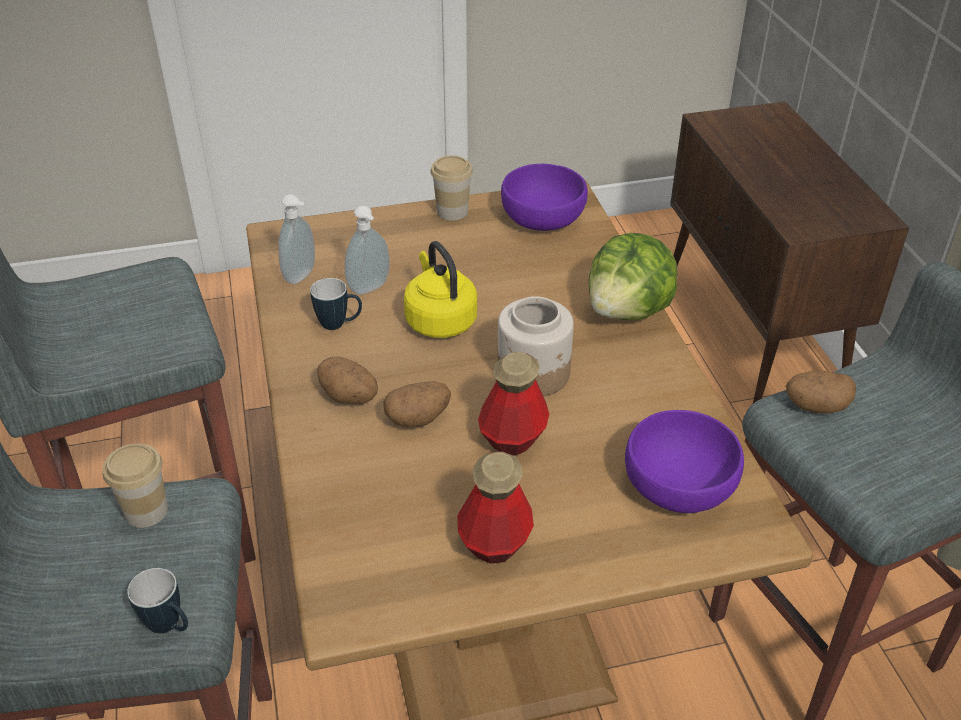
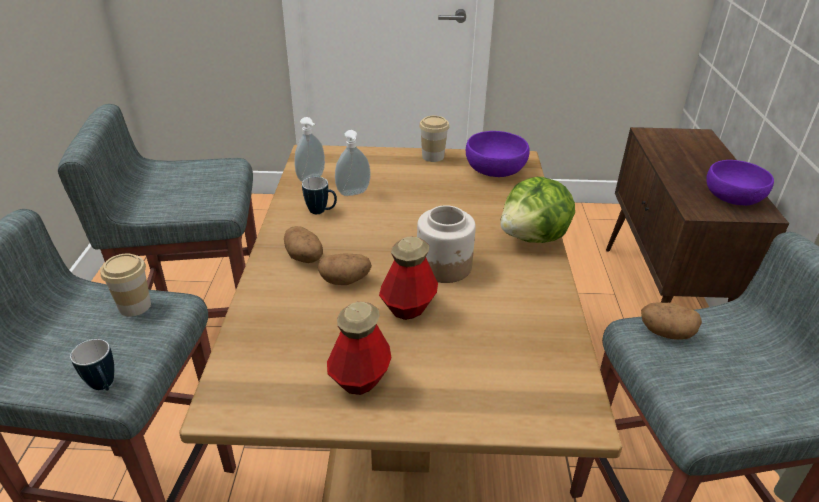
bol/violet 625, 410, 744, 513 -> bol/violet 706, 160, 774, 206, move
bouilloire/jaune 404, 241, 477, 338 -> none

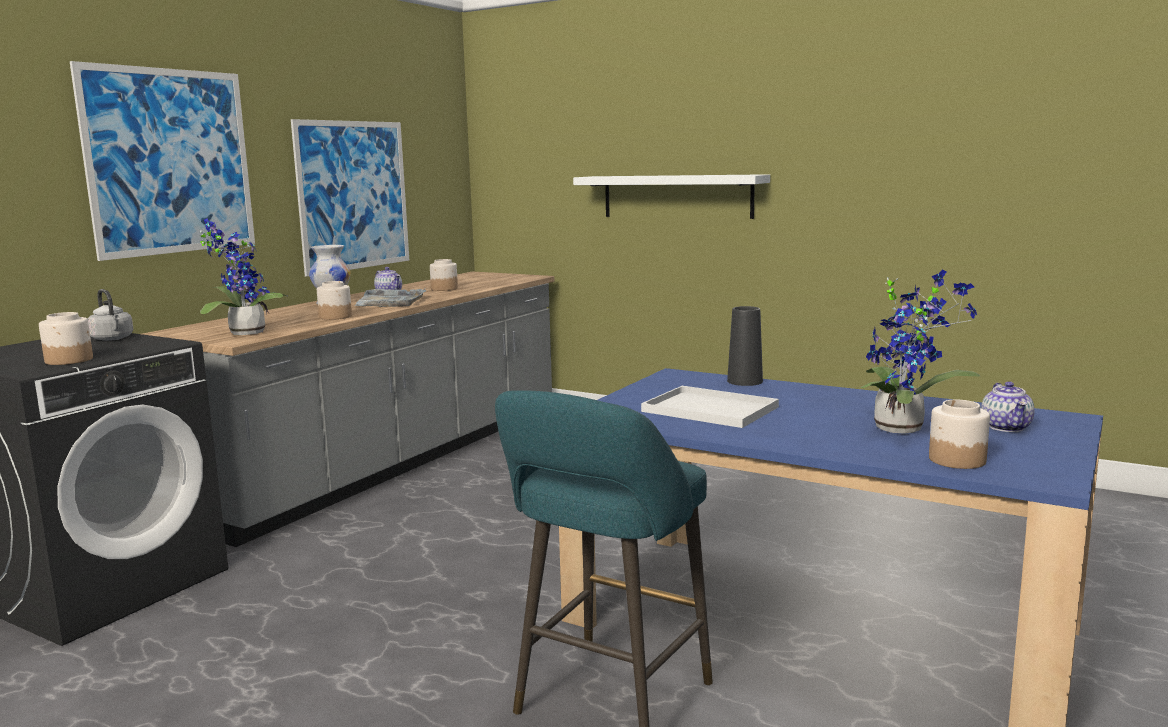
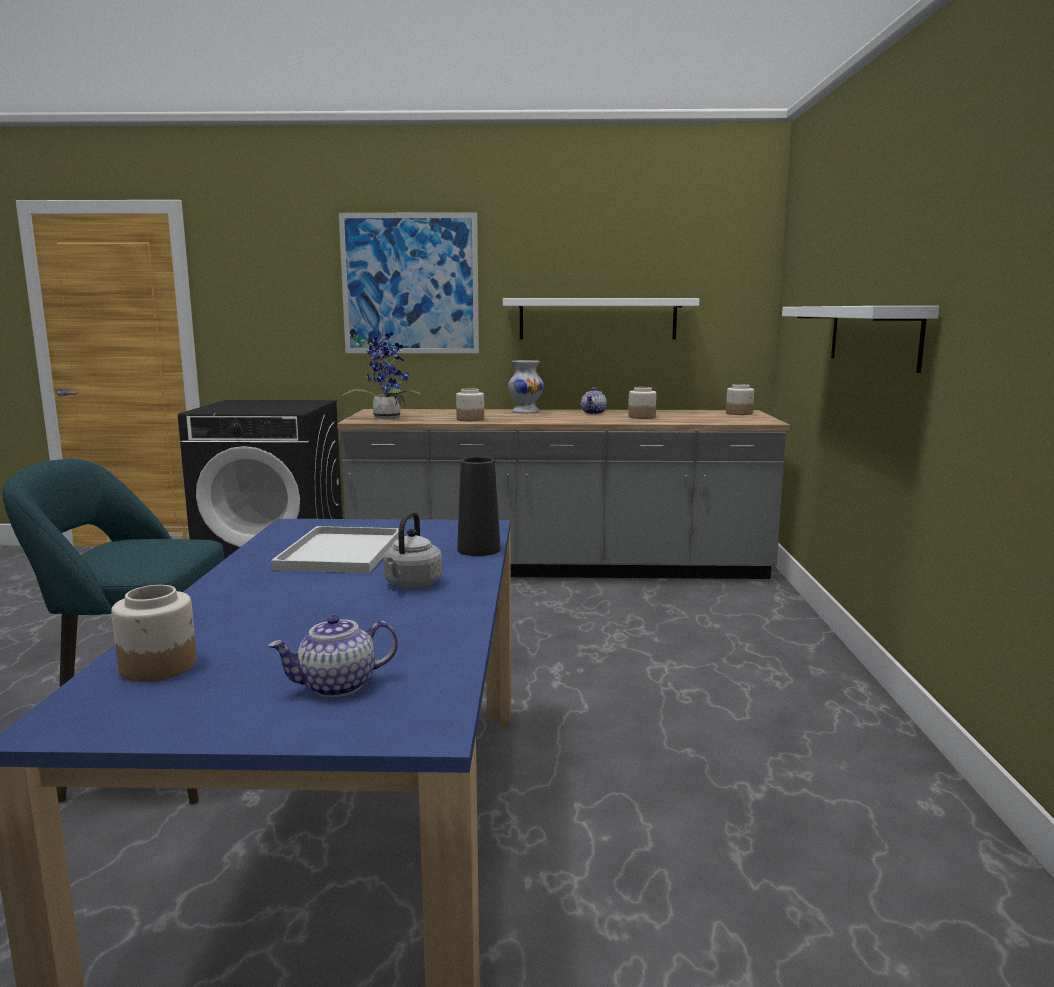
bouilloire/gris 88, 289, 133, 341 -> bouilloire/gris 383, 512, 443, 588, move
tableau 291, 119, 409, 277 -> étagère/blanc 503, 298, 699, 340
bocal 39, 312, 93, 365 -> bocal 726, 384, 754, 415, move
plateau/gris 354, 288, 427, 307 -> none
plante en pot 861, 270, 980, 434 -> none

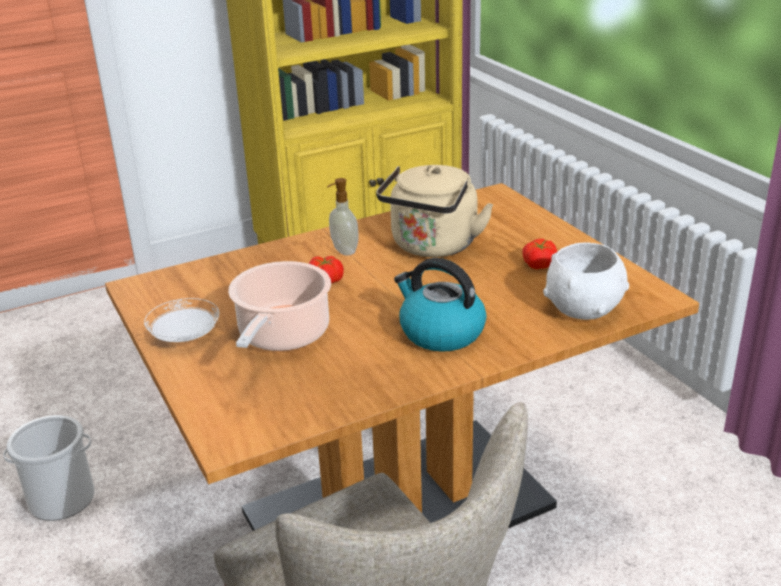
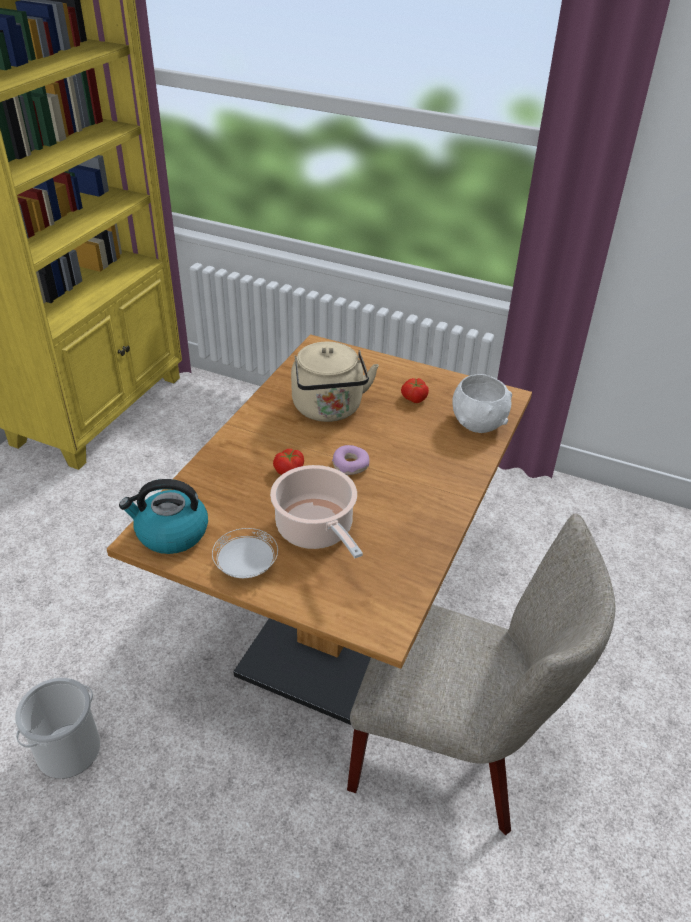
bouilloire 394, 258, 487, 352 -> bouilloire 119, 479, 208, 554, move
none -> beignet 332, 445, 370, 475
distributeur de savon 327, 178, 359, 256 -> none

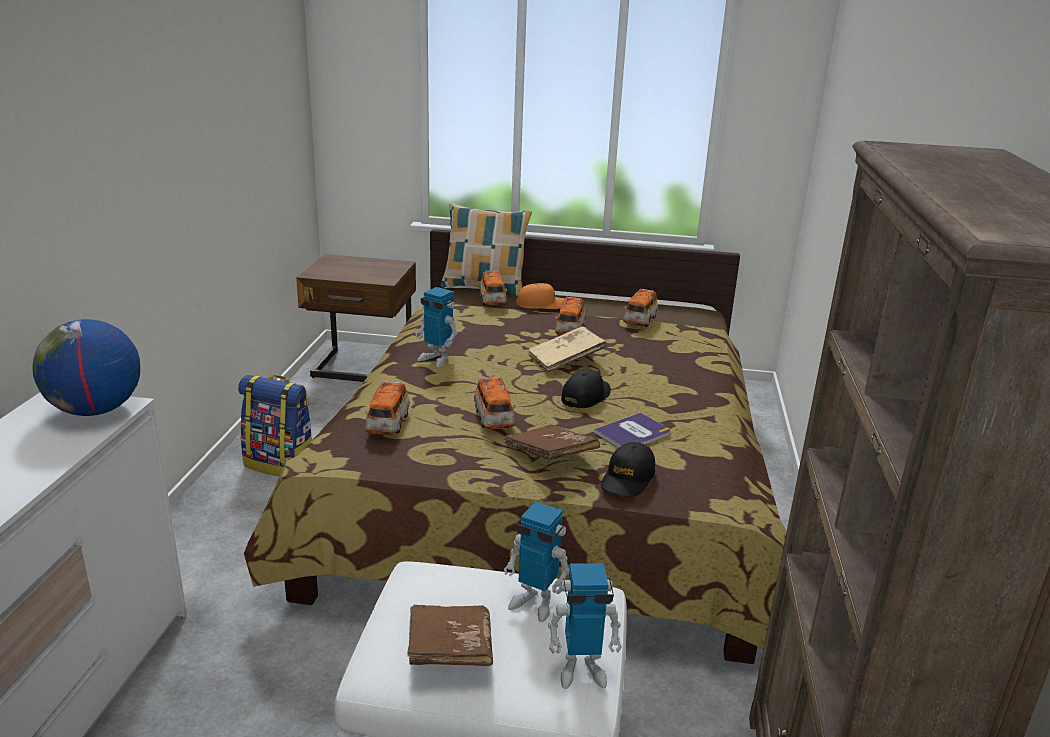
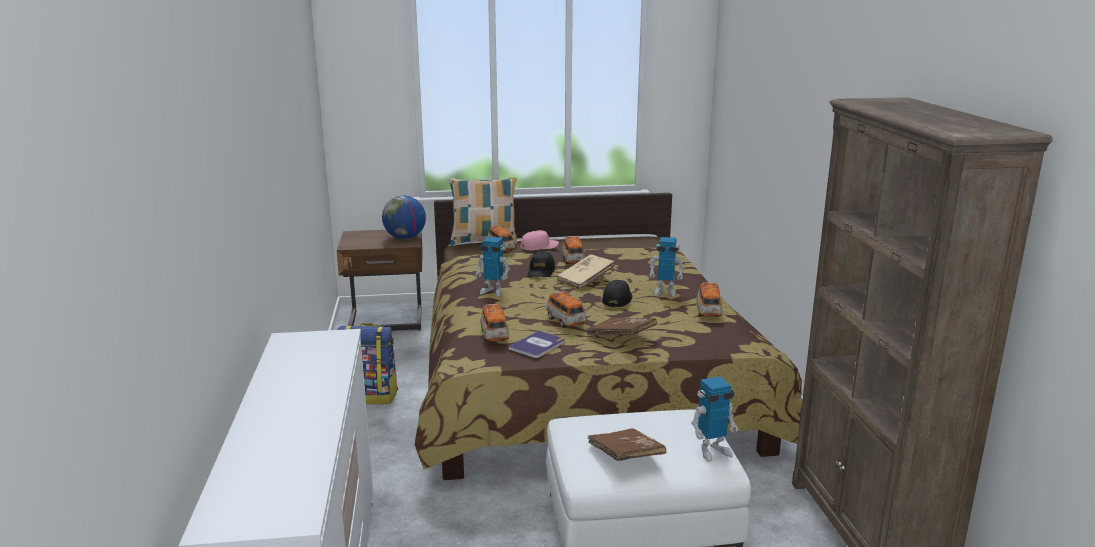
globe 32, 319, 140, 416 -> globe 382, 196, 426, 239, move
livre 594, 413, 670, 448 -> livre 509, 331, 565, 358, move
casquette/orange 516, 283, 565, 309 -> casquette/rose 520, 230, 559, 250
casquette/noir 601, 442, 655, 497 -> casquette/noir 528, 251, 555, 277, move
robot jouet 504, 501, 570, 622 -> robot jouet 649, 237, 684, 297, move
petite voiture 623, 288, 658, 327 -> petite voiture 697, 282, 723, 317, move

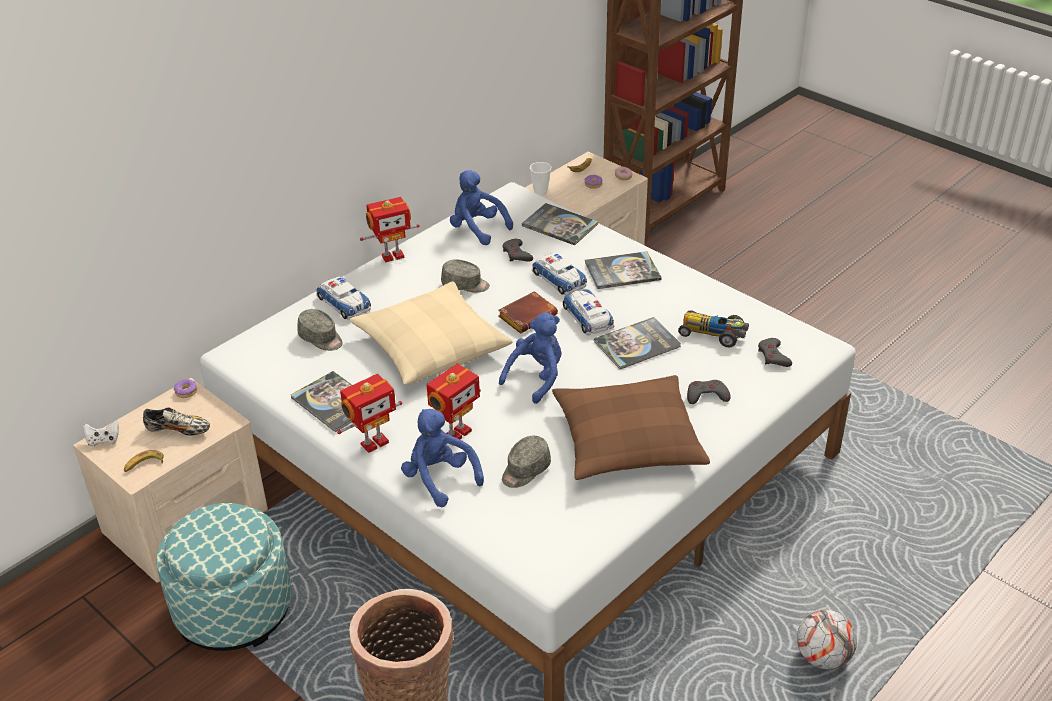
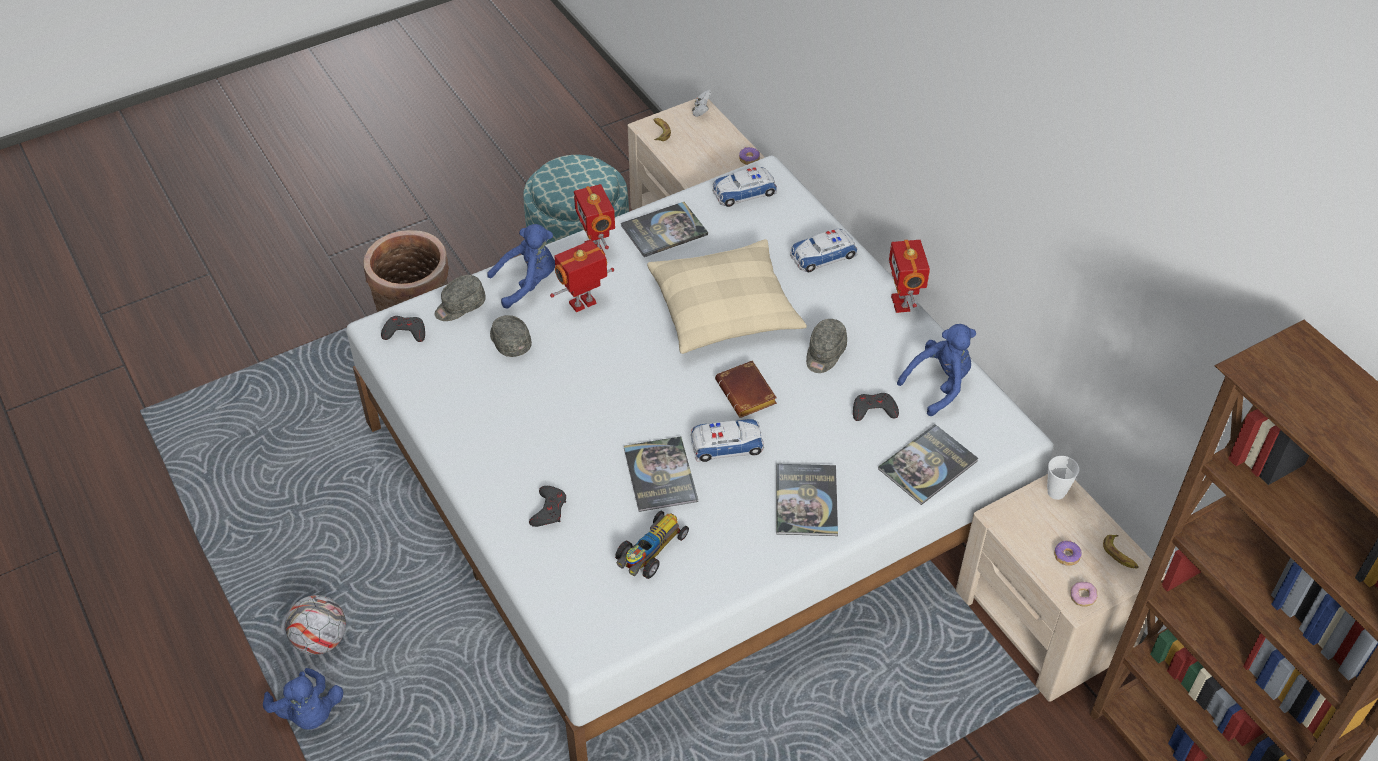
peluche/bleu 499, 312, 562, 404 -> peluche/bleu 263, 668, 343, 730, move
manette/gris 758, 338, 792, 367 -> manette/gris 381, 316, 425, 342, move
casquette/gris 297, 309, 343, 351 -> casquette/gris 435, 275, 486, 321, move
robot jouet 427, 364, 481, 439 -> robot jouet 550, 240, 614, 312, 90 degrees clockwise
petite voiture 532, 253, 587, 295 -> petite voiture 712, 167, 777, 207, move
chaussure 143, 408, 210, 436 -> none
coussin/marron 552, 375, 710, 480 -> none

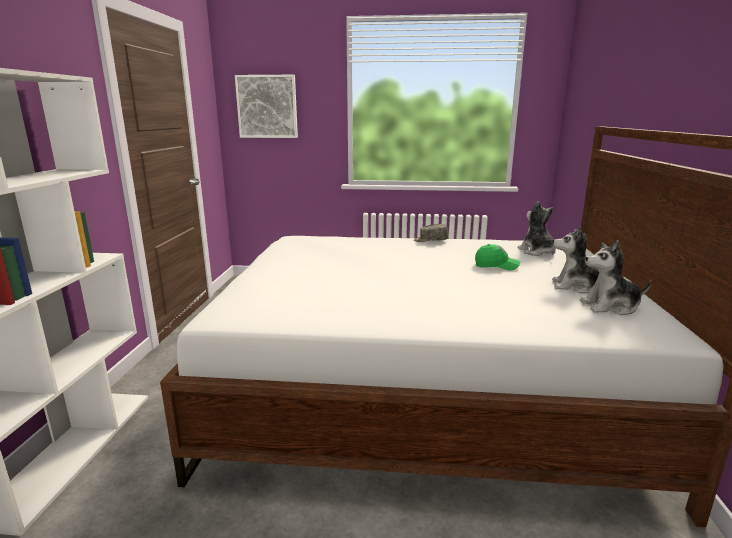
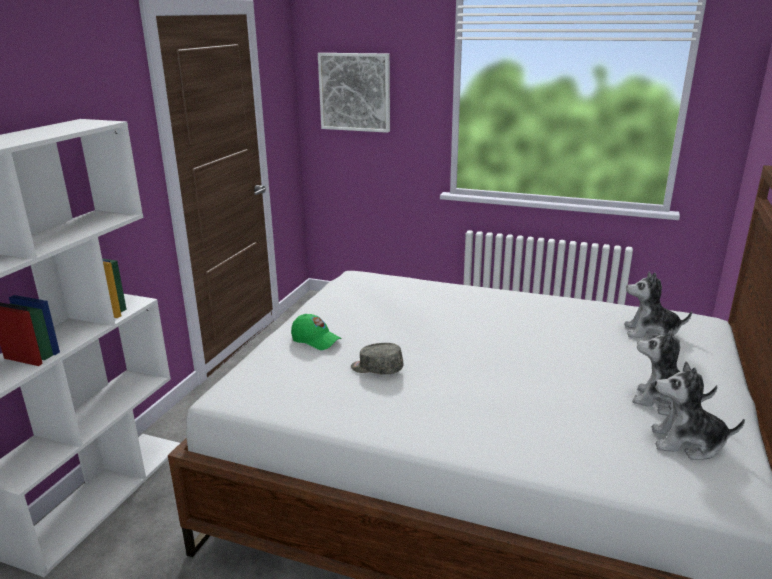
casquette/vert 475, 244, 520, 271 -> casquette/vert 291, 314, 342, 350, move
casquette/gris 414, 224, 448, 242 -> casquette/gris 351, 343, 403, 375, move
peluche 518, 201, 556, 256 -> peluche 624, 272, 692, 340, 75 degrees counterclockwise

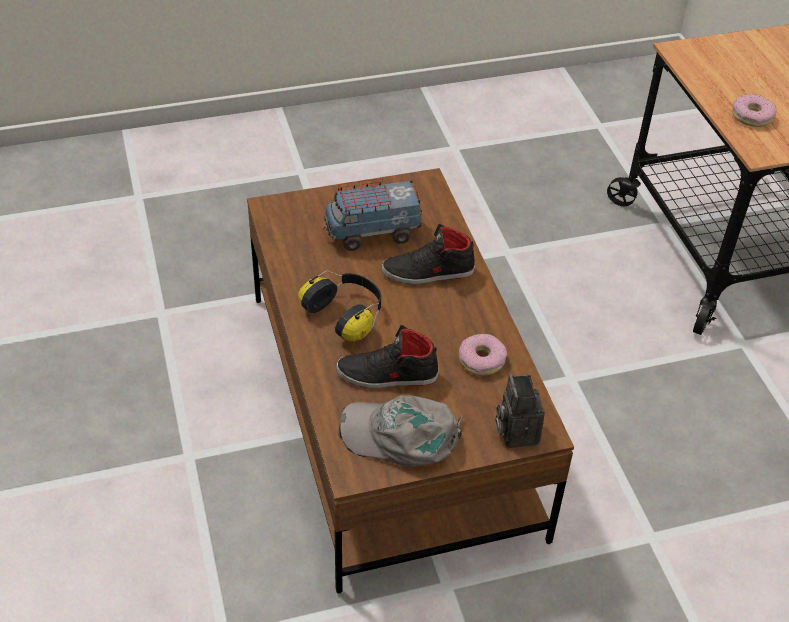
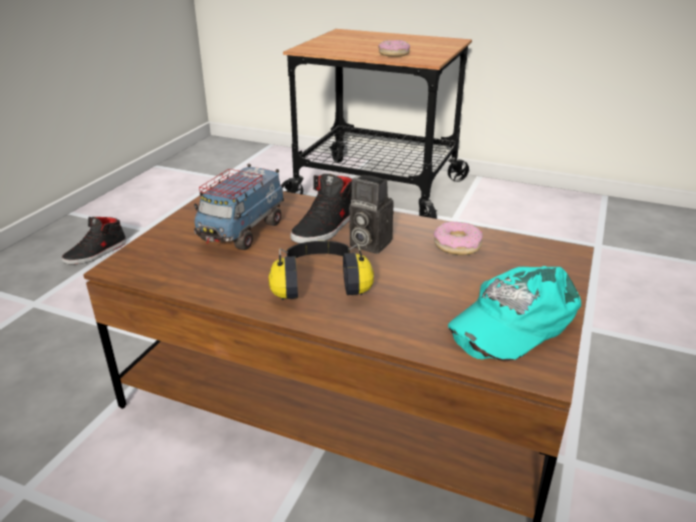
chaussure/noir 336, 325, 439, 388 -> chaussure/noir 62, 217, 126, 265, move
appareil photo 495, 374, 545, 448 -> appareil photo 349, 175, 394, 254, move
casquette/gris 338, 395, 464, 467 -> casquette/turquoise 448, 266, 581, 362

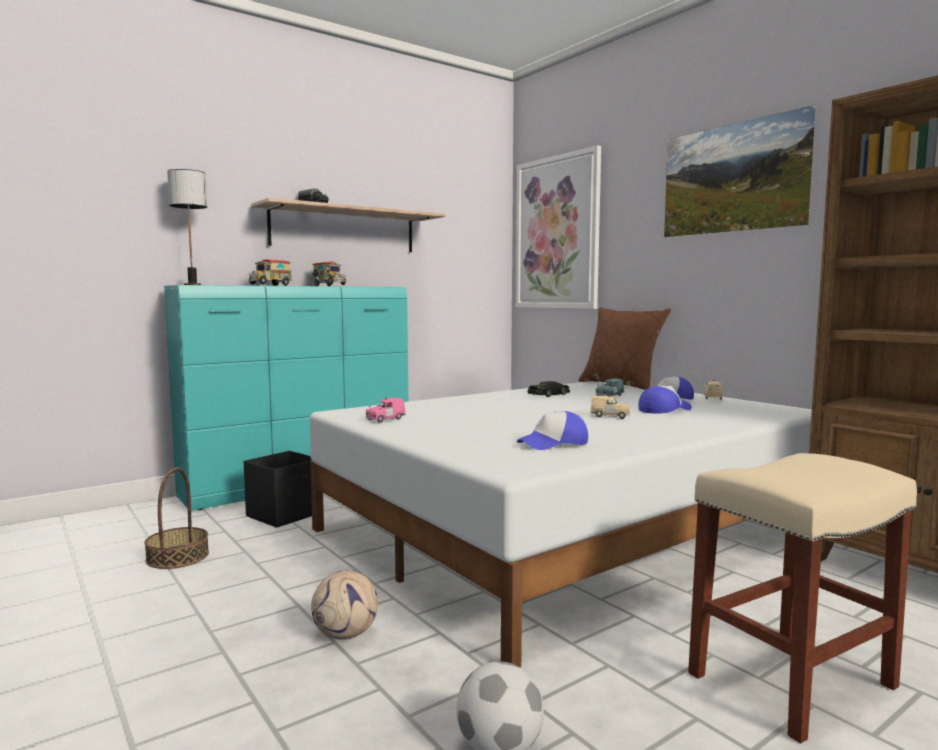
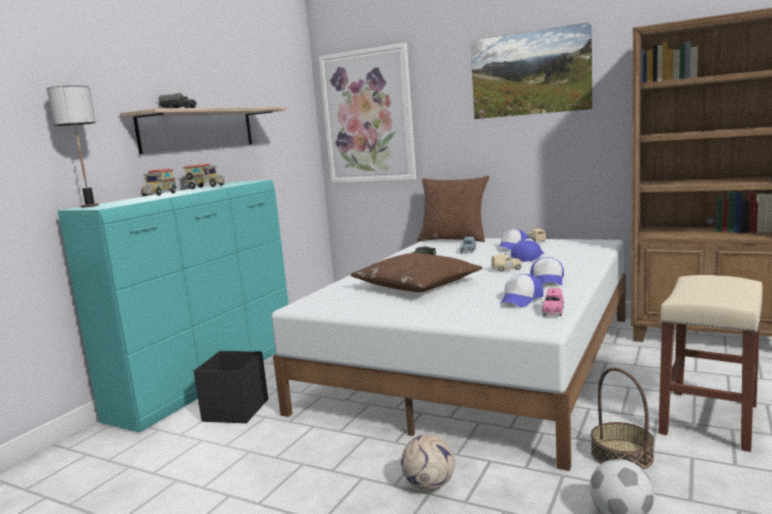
none -> coussin/marron 350, 253, 483, 292
none -> casquette 530, 257, 564, 285
petite voiture/rose 366, 398, 406, 423 -> petite voiture/rose 541, 288, 564, 316, move
panier 144, 468, 209, 569 -> panier 591, 367, 654, 469, move

